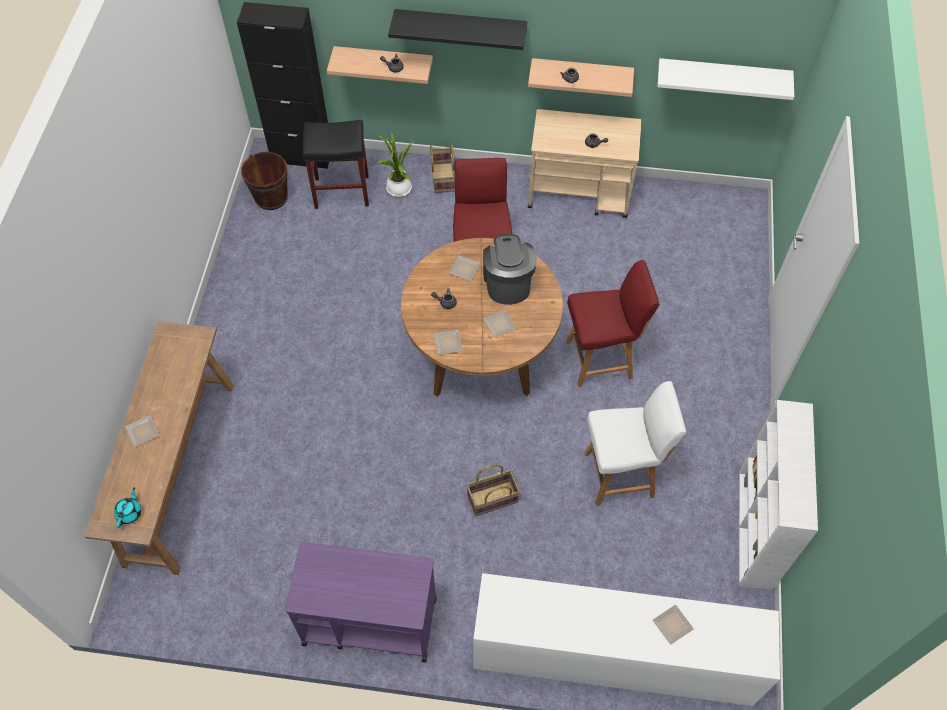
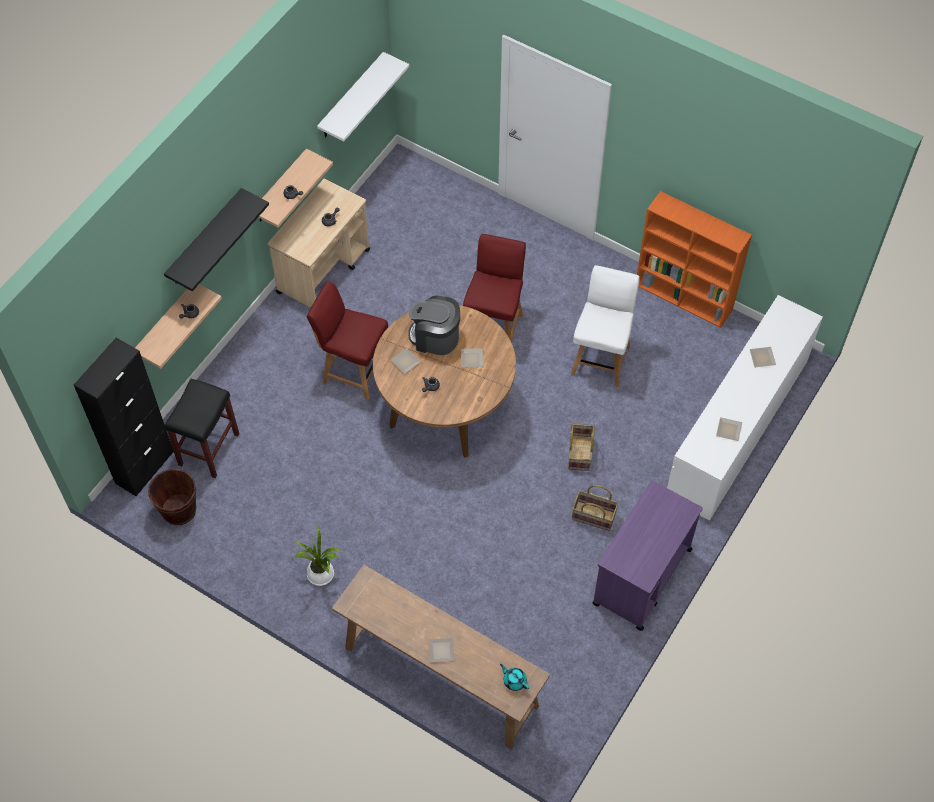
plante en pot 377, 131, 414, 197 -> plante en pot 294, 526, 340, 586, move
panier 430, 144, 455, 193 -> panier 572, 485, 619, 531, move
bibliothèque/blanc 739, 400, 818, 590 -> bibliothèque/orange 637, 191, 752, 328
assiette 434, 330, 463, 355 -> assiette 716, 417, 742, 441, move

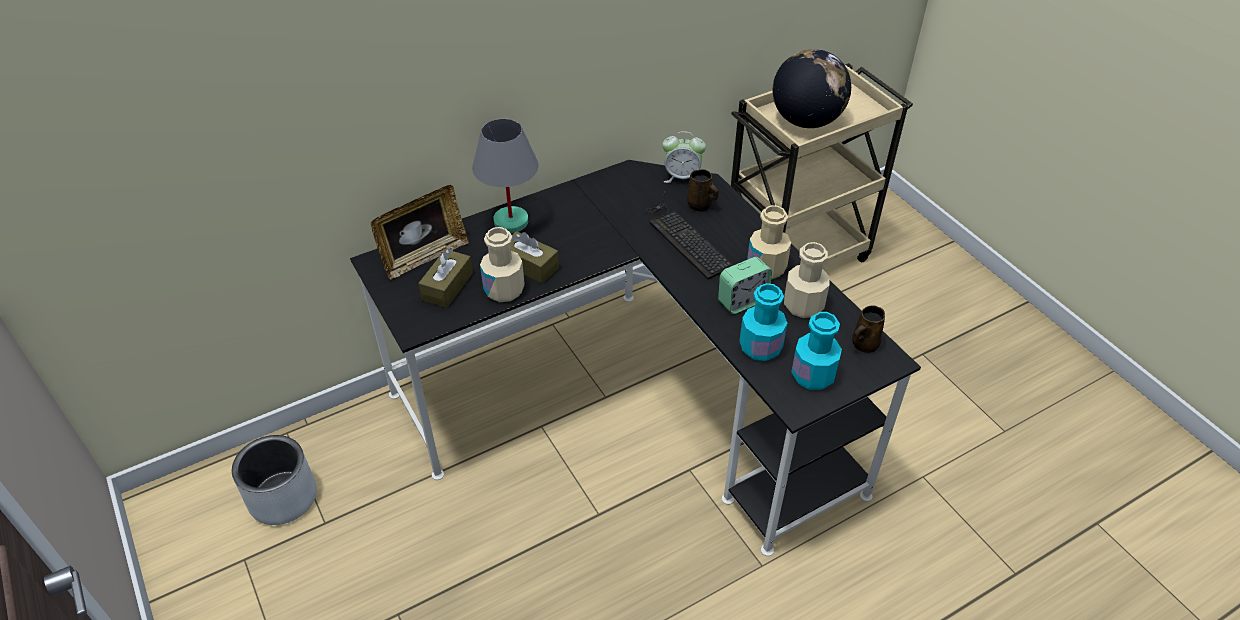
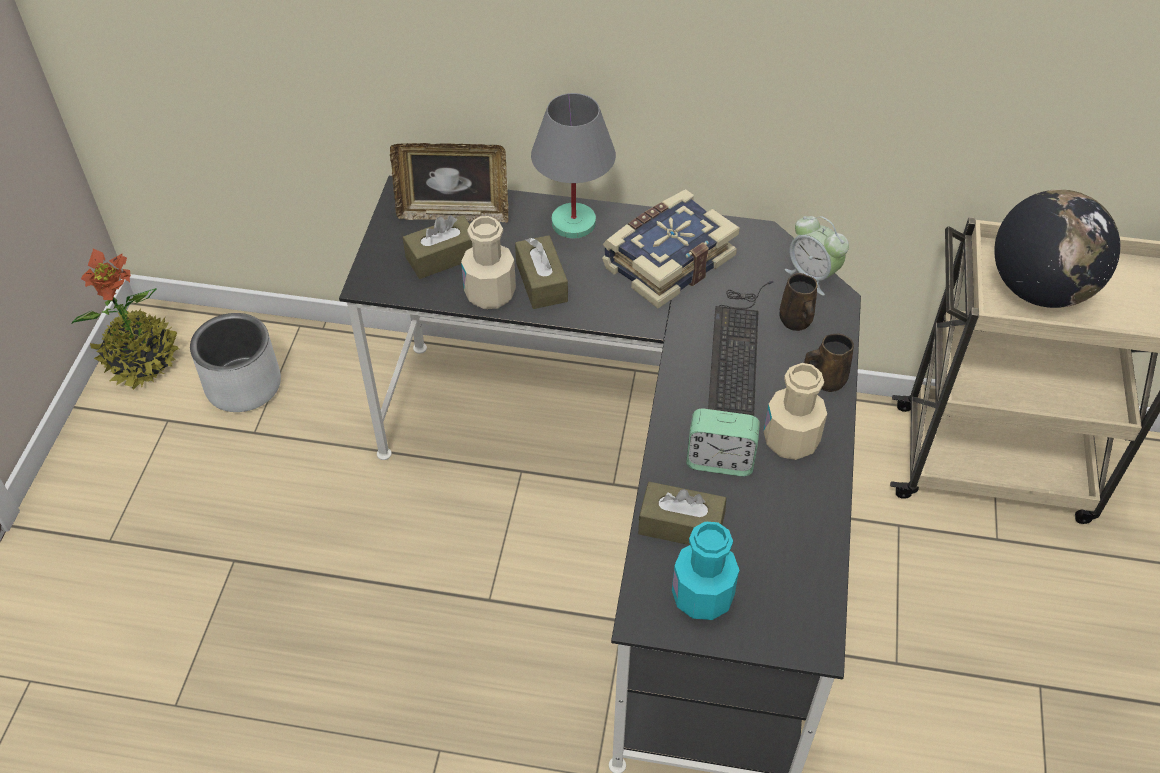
none -> plante en pot 71, 248, 178, 390
none -> livre 602, 189, 740, 308
bouteille/turquoise 739, 283, 787, 361 -> boîte à mouchoirs/marron 638, 482, 726, 545
mug/marron 852, 305, 885, 353 -> mug/marron 804, 334, 854, 392, move
bouteille/beige 784, 242, 830, 318 -> none

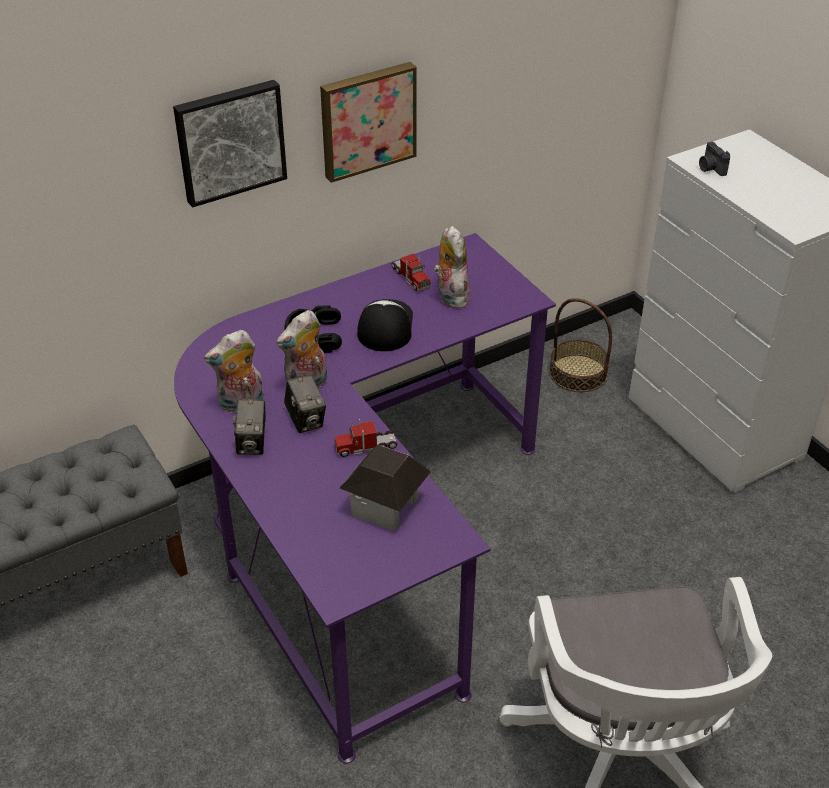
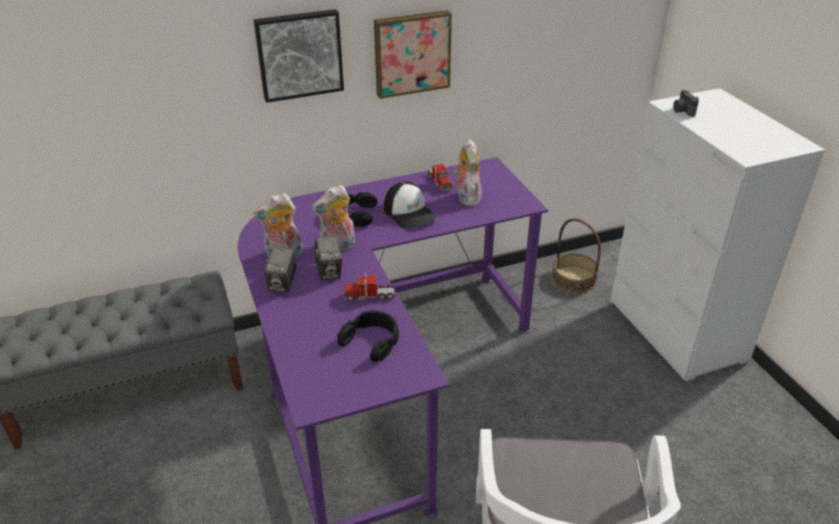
maison miniature 340, 445, 431, 531 -> casque audio/noir 337, 311, 399, 362
casquette 357, 299, 413, 351 -> casquette 384, 182, 437, 229, 135 degrees clockwise

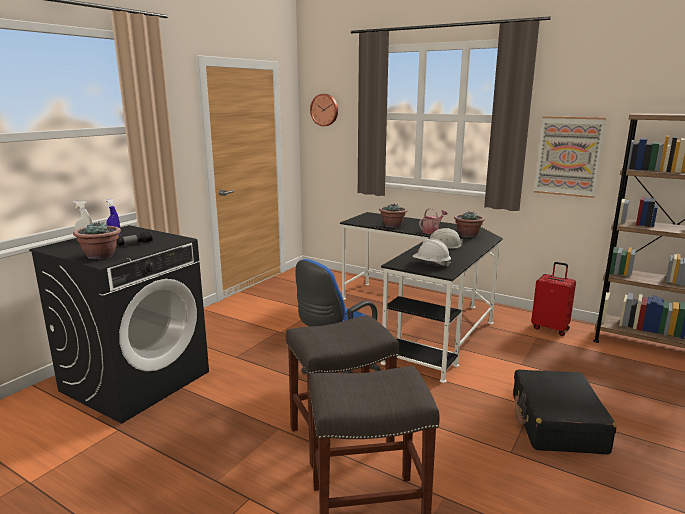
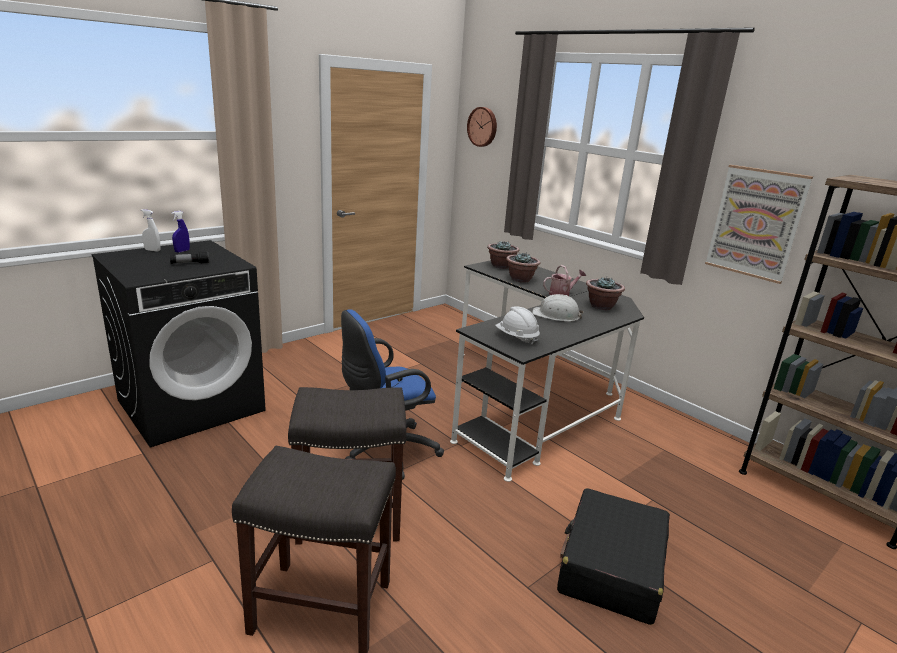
plante en pot 73, 221, 121, 259 -> plante en pot 487, 240, 519, 269, move
valise/rouge 531, 262, 576, 336 -> none

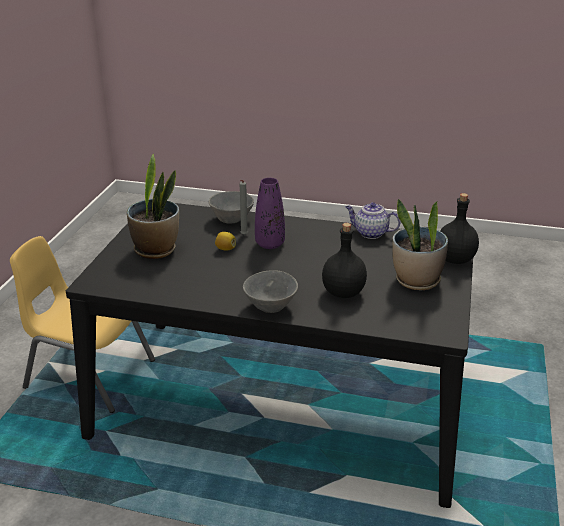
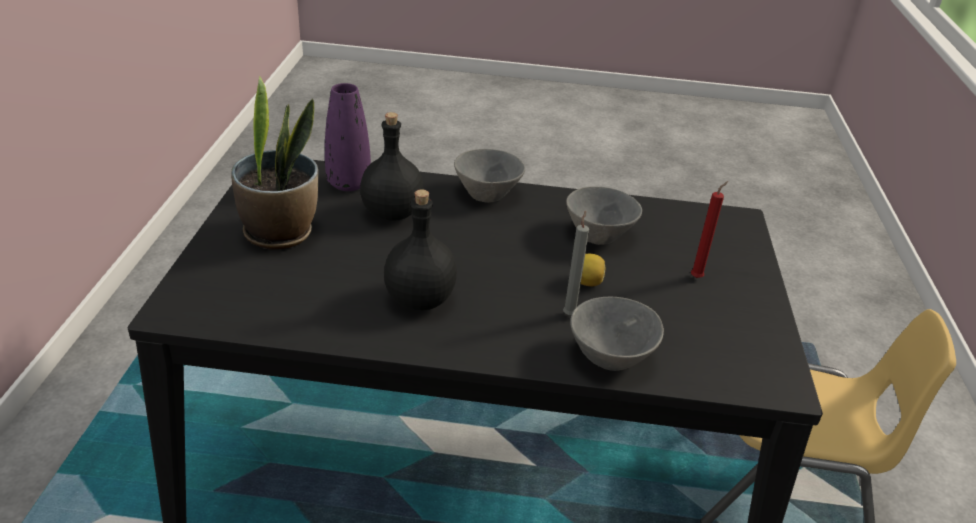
vase/violet 255, 178, 285, 249 -> vase/violet 325, 83, 371, 191, move
bouteille/noir 440, 193, 479, 264 -> bouteille/noir 384, 189, 457, 310, move
none -> bol/gris 566, 186, 642, 245
plante en pot 127, 154, 179, 259 -> bougie/rouge 691, 181, 728, 278
théière 346, 202, 401, 239 -> none

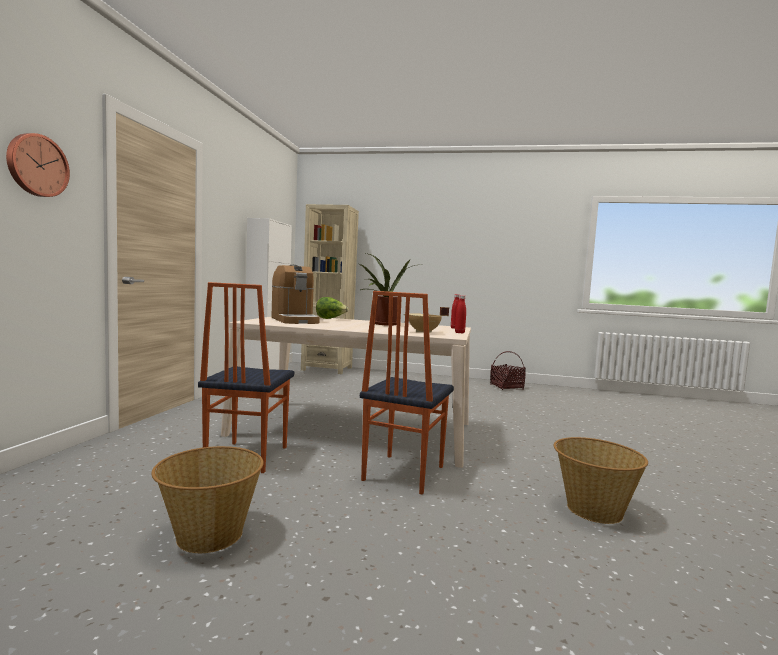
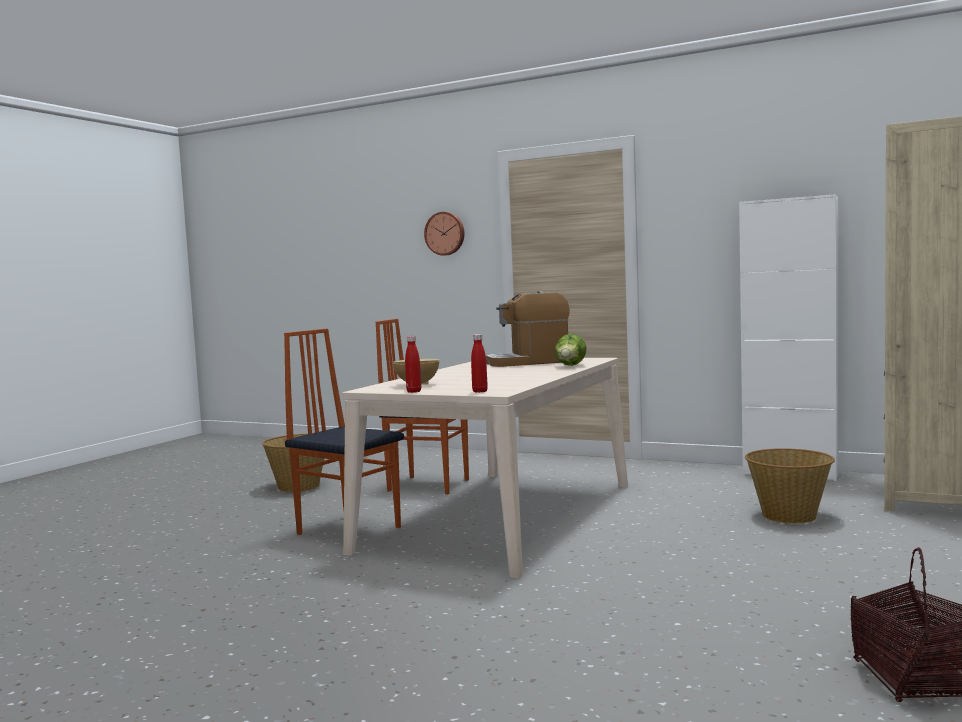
panier 554, 437, 648, 524 -> panier 745, 448, 835, 524, move
plante en pot 359, 253, 423, 326 -> none

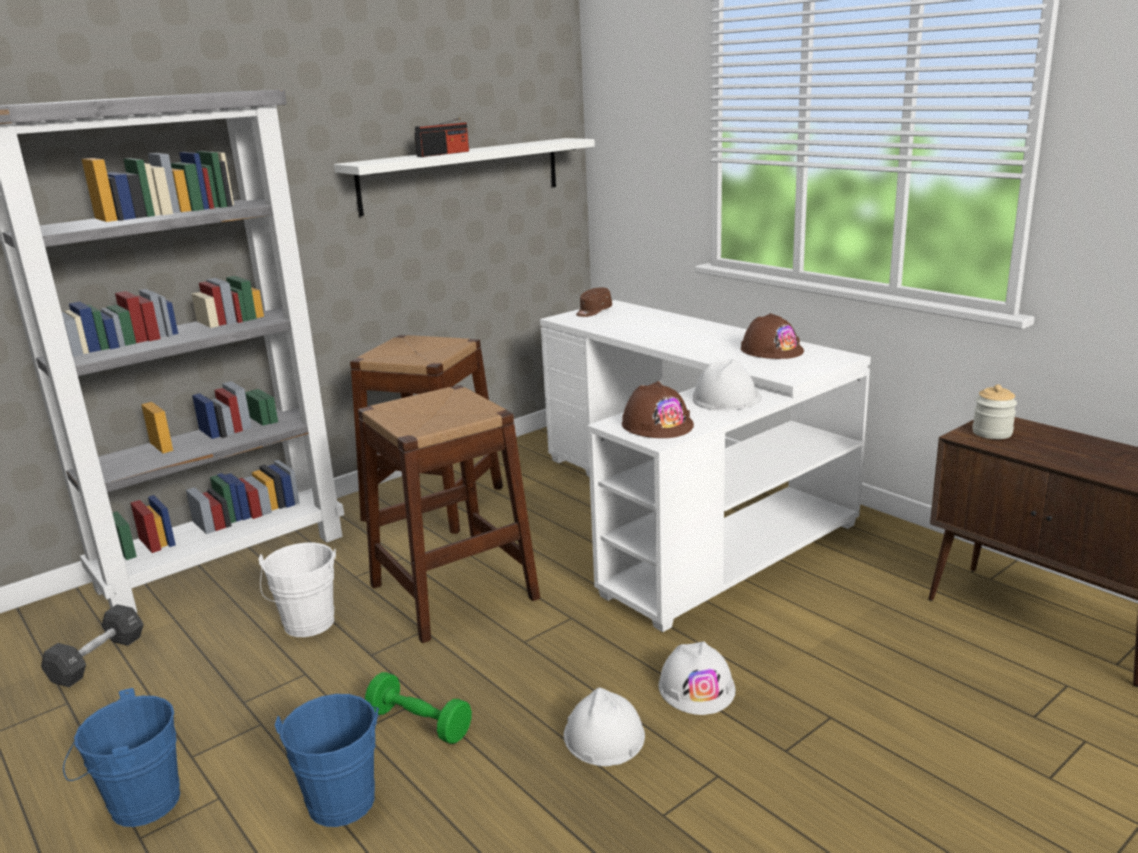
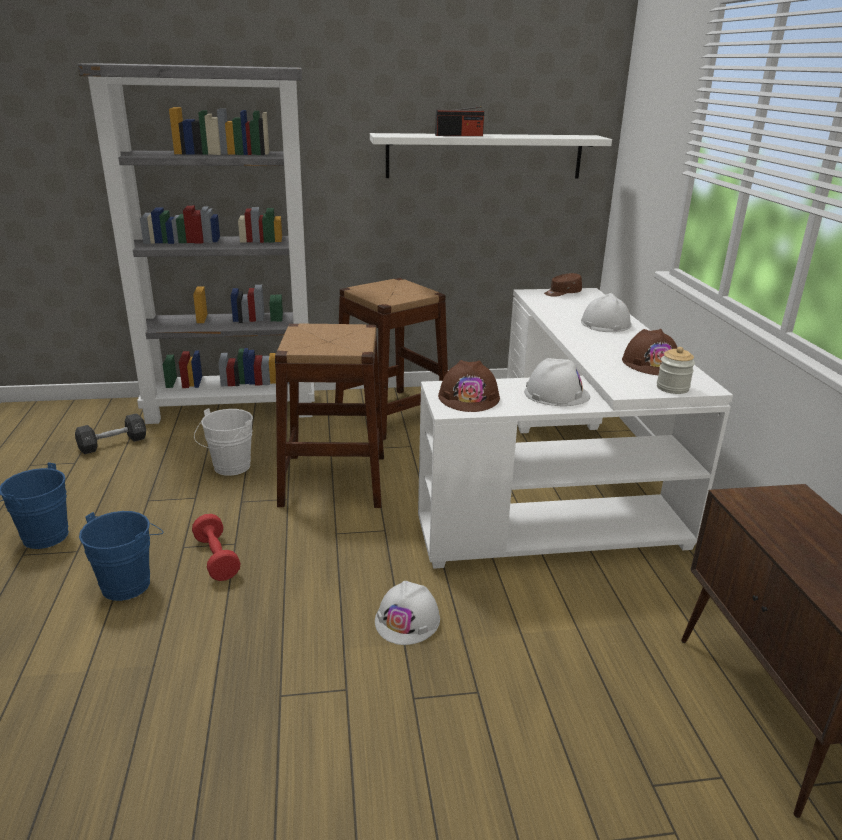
haltère/vert 365, 672, 472, 744 -> haltère/rouge 192, 514, 241, 581
casque de chantier/blanc 564, 687, 645, 766 -> casque de chantier/blanc 581, 293, 632, 332, move
bocal 972, 384, 1017, 439 -> bocal 657, 347, 695, 394, move

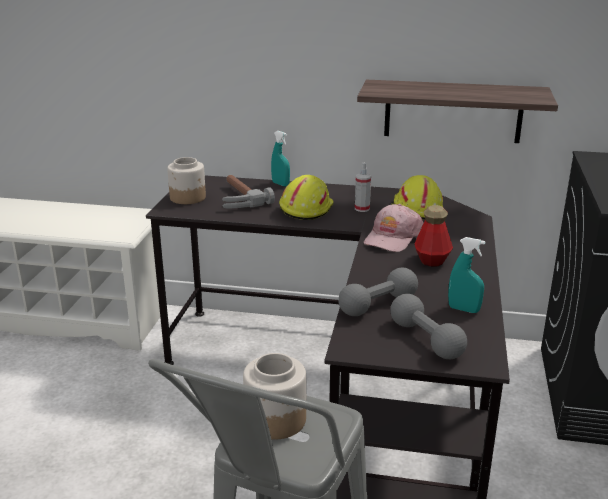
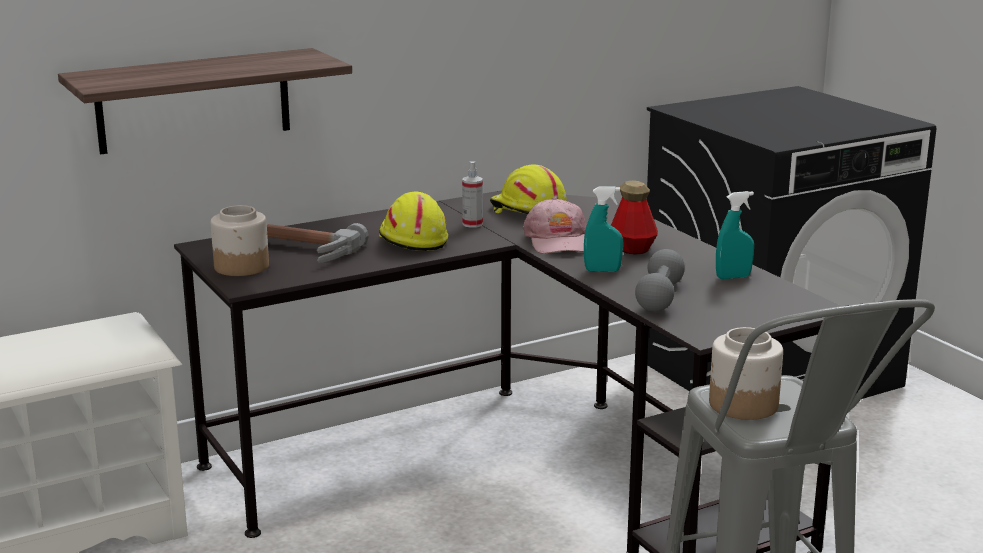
étagère 357, 80, 558, 143 -> étagère 58, 48, 352, 155, move
vaporisateur/turquoise 271, 131, 290, 186 -> vaporisateur/turquoise 584, 186, 623, 272, move
haltère/gris 390, 294, 467, 359 -> none

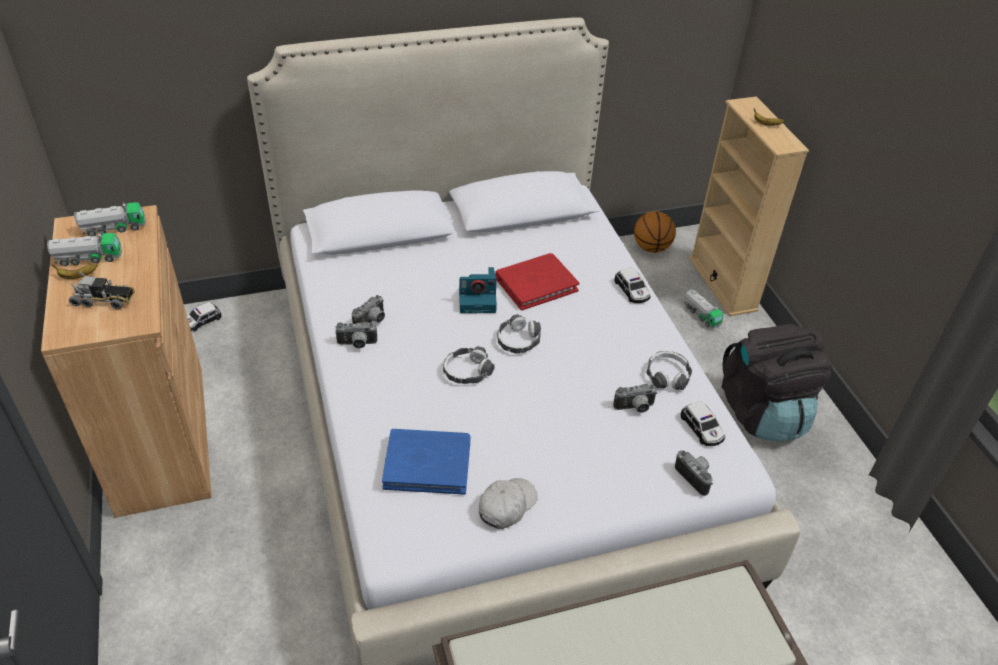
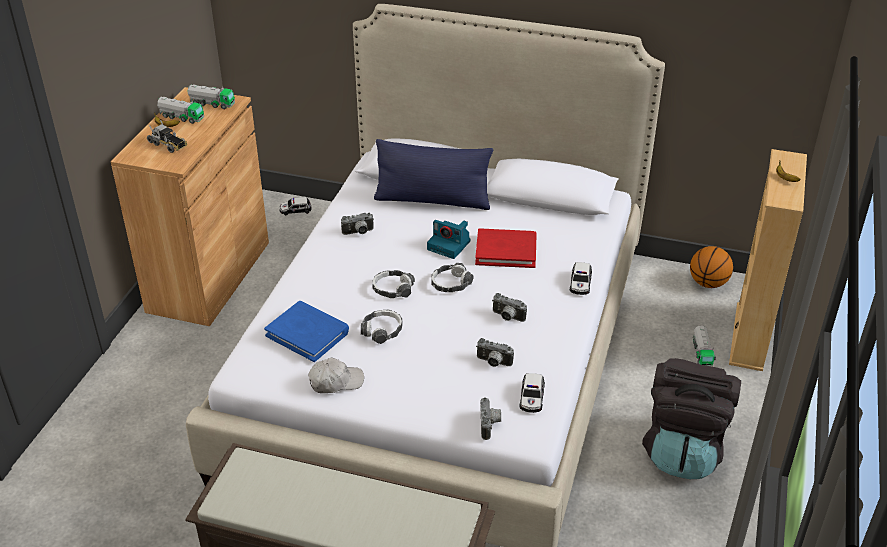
casque audio 646, 351, 692, 390 -> casque audio 361, 309, 403, 344, move
none -> coussin/bleu 374, 139, 493, 210
appareil photo 335, 322, 377, 349 -> appareil photo 492, 293, 527, 322, move

